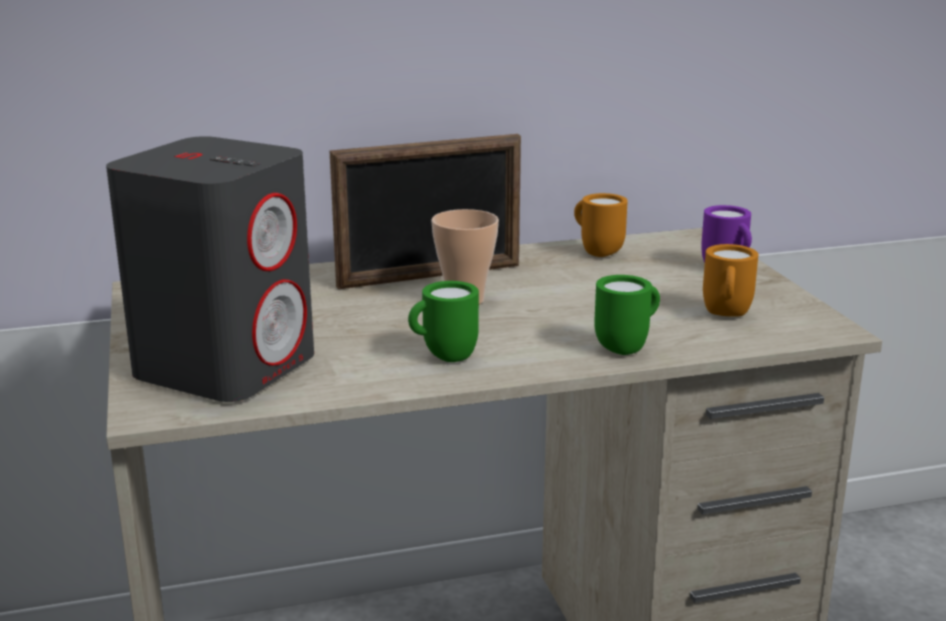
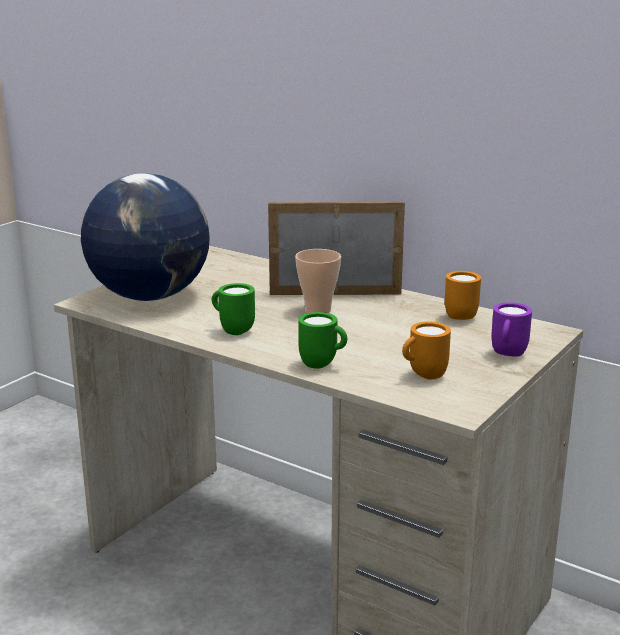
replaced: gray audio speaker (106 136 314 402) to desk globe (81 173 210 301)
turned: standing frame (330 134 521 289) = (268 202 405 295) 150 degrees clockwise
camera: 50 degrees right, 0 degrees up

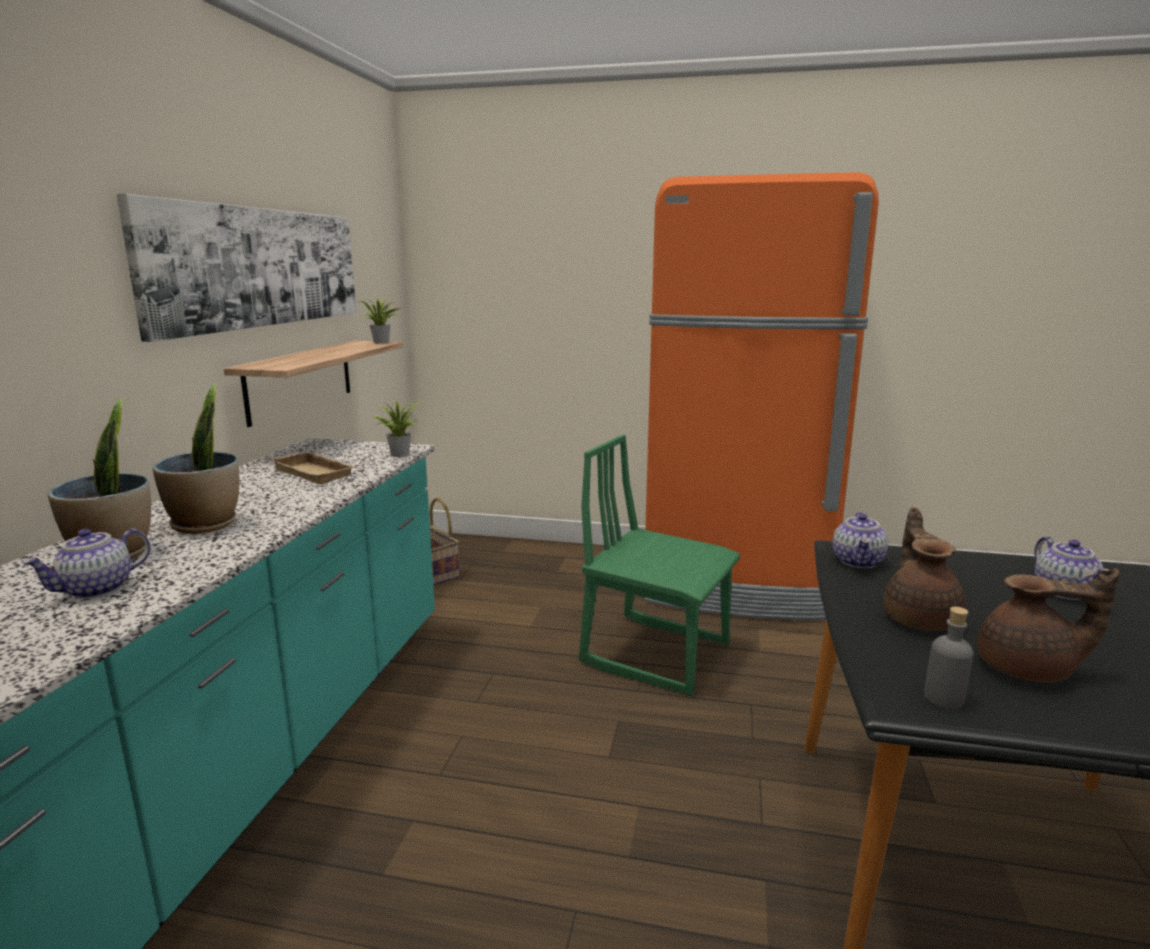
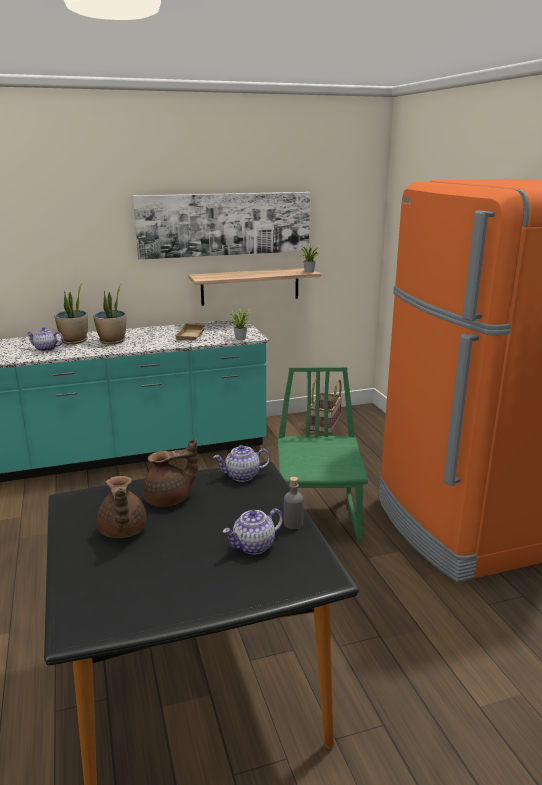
moved: gray drink bottle (924 607 973 709) to (284 477 304 529)
camera: 60 degrees right, 5 degrees up

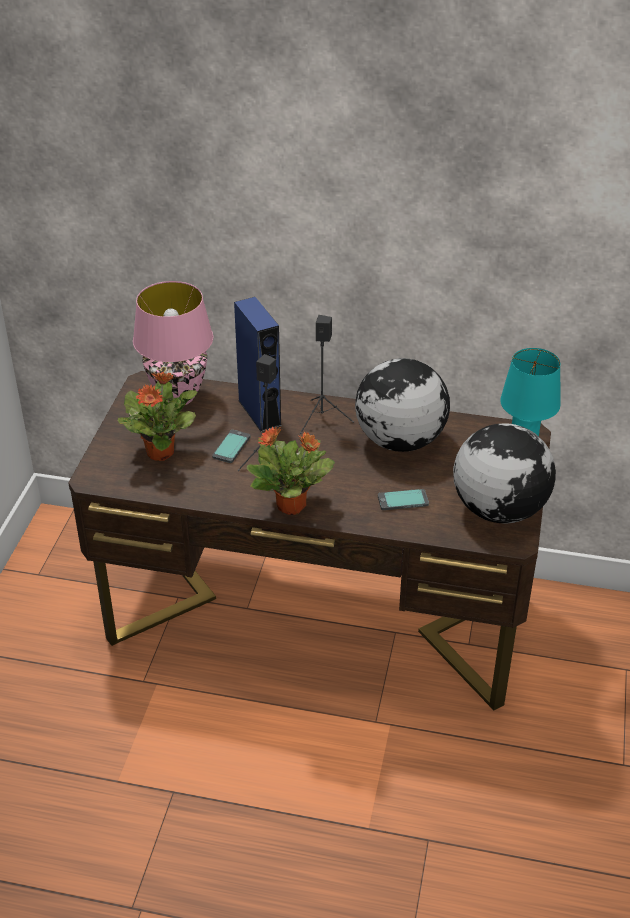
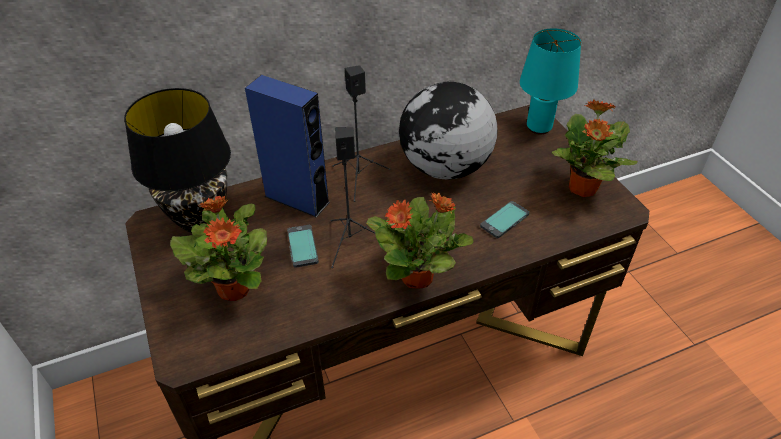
replaced: desk globe (453 423 556 524) to houseplant (551 100 638 197)
recoloured: pink tabletop lamp (133 281 213 405) to blackish tabletop lamp (124 88 231 233)
camera: 35 degrees left, 5 degrees up

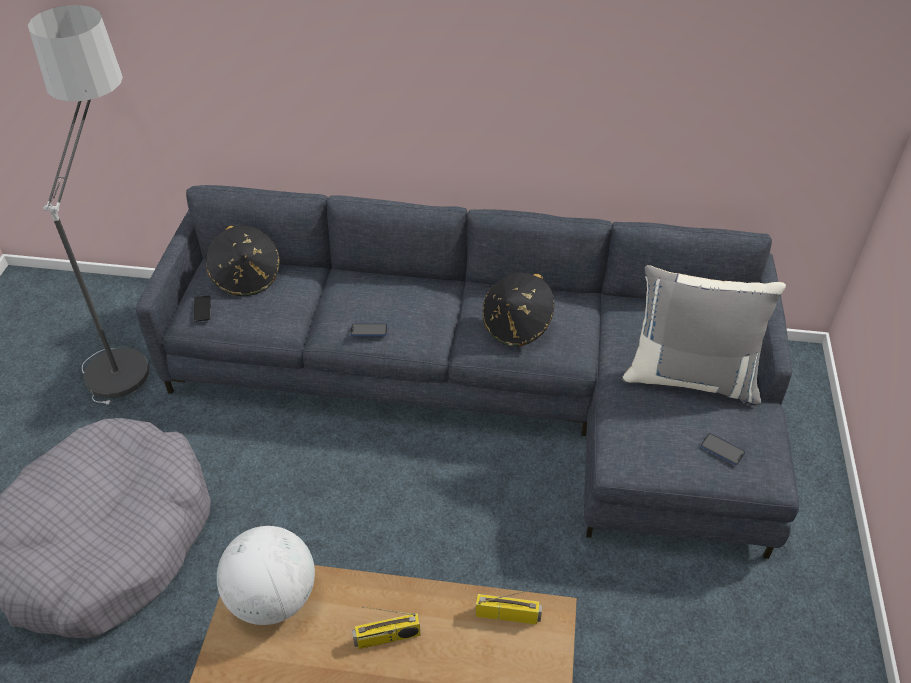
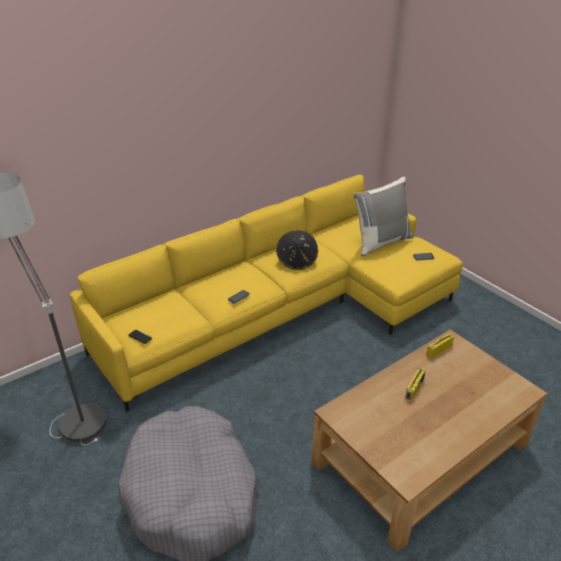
removed: blackish wearable hat (206 225 280 296); desk globe (217 526 315 625)
recoloured: gray sofa (136 185 799 559) to yellow sofa (70 174 463 412)
camera: 45 degrees left, 10 degrees down

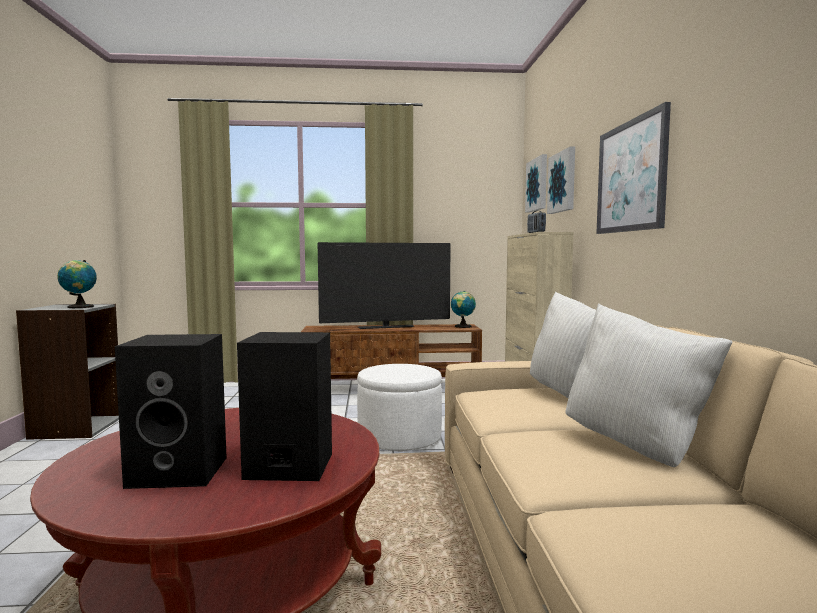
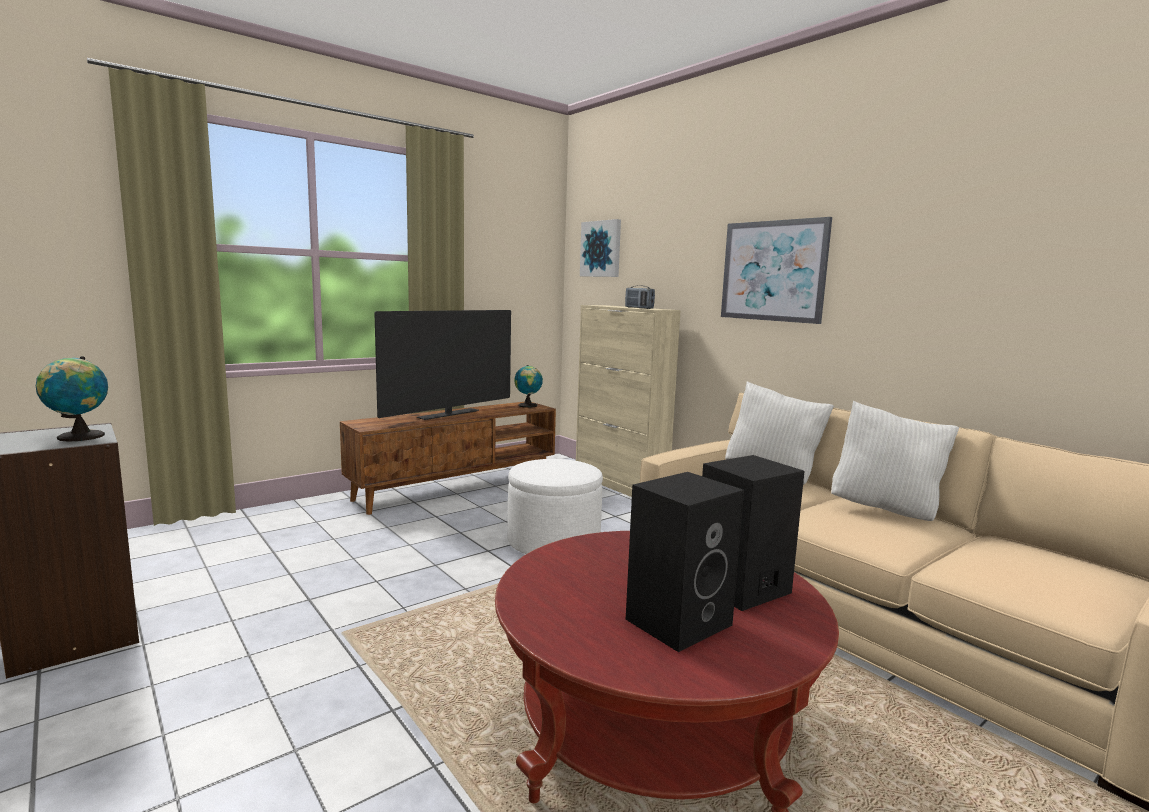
removed: wall picture (547 146 575 214)
camera: 35 degrees left, 5 degrees up

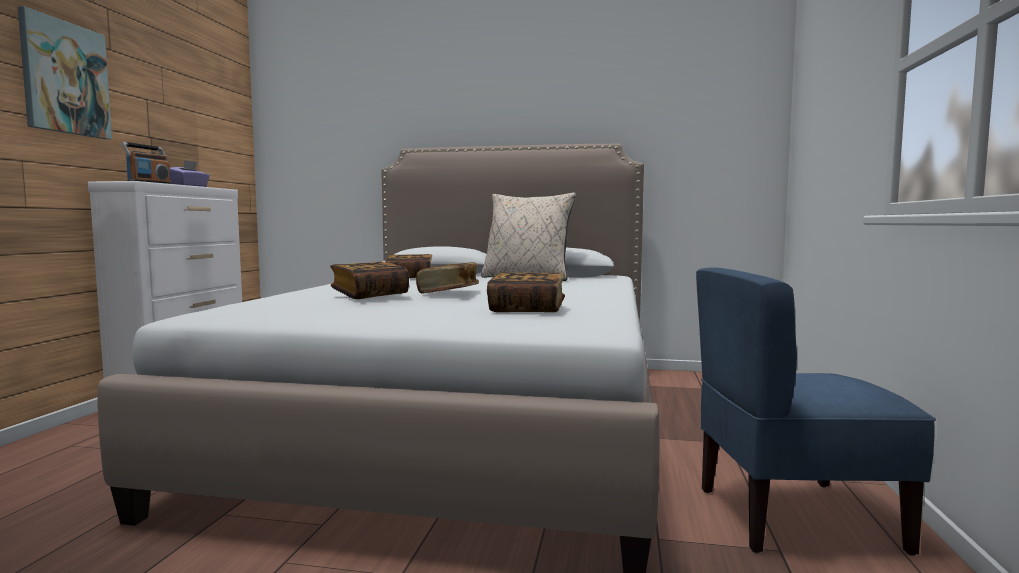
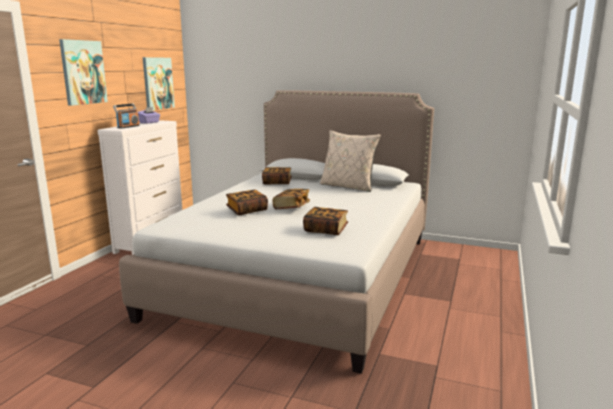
removed: blue-coloured upright chair (696 268 936 556)
added: wall picture (143 57 175 111)
camera: 10 degrees right, 10 degrees up

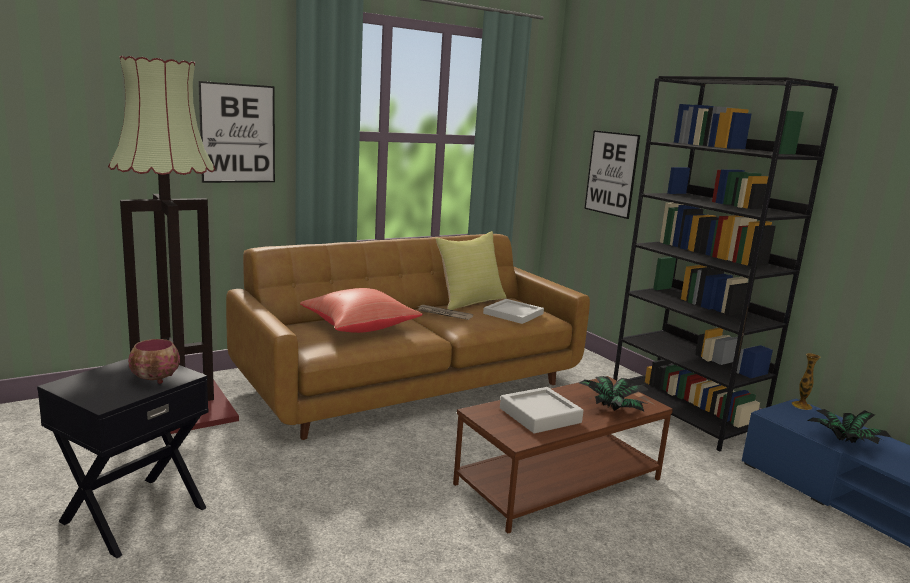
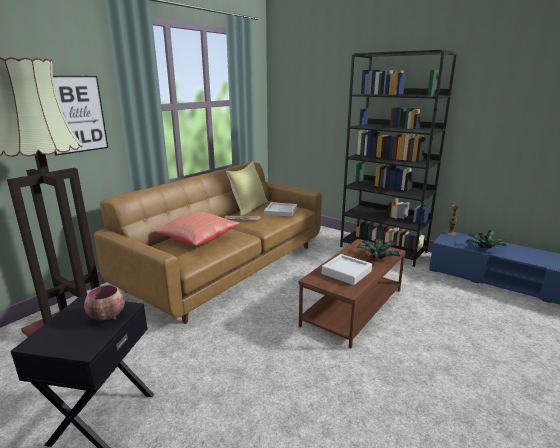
removed: wall picture (584 130 640 219)
camera: 20 degrees left, 5 degrees up

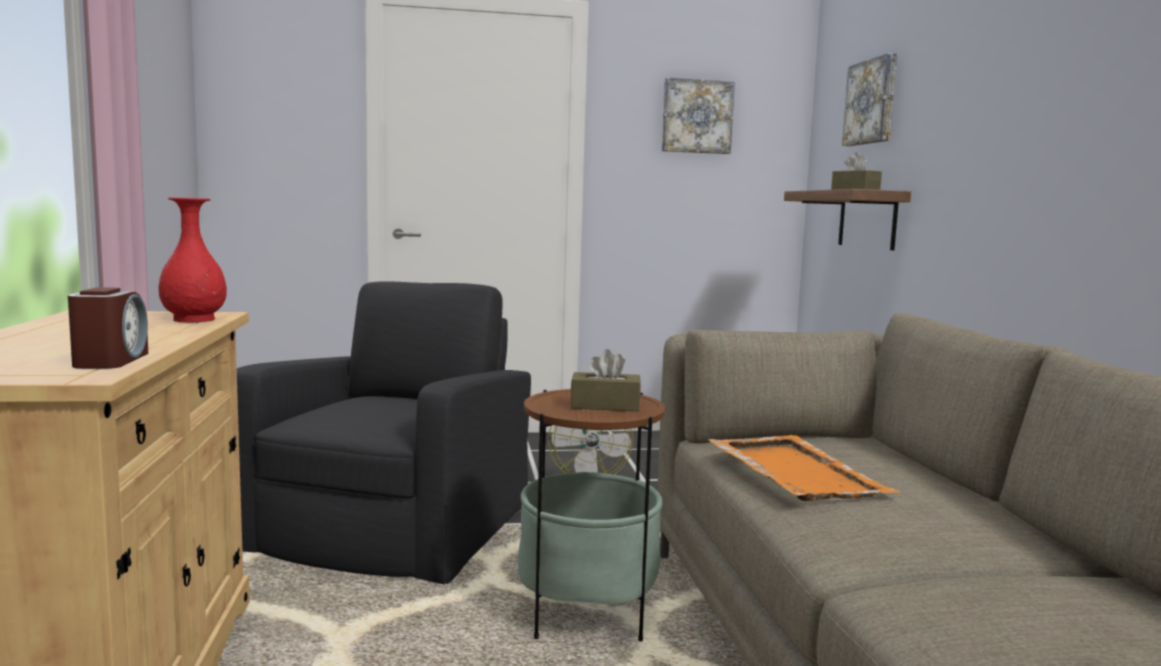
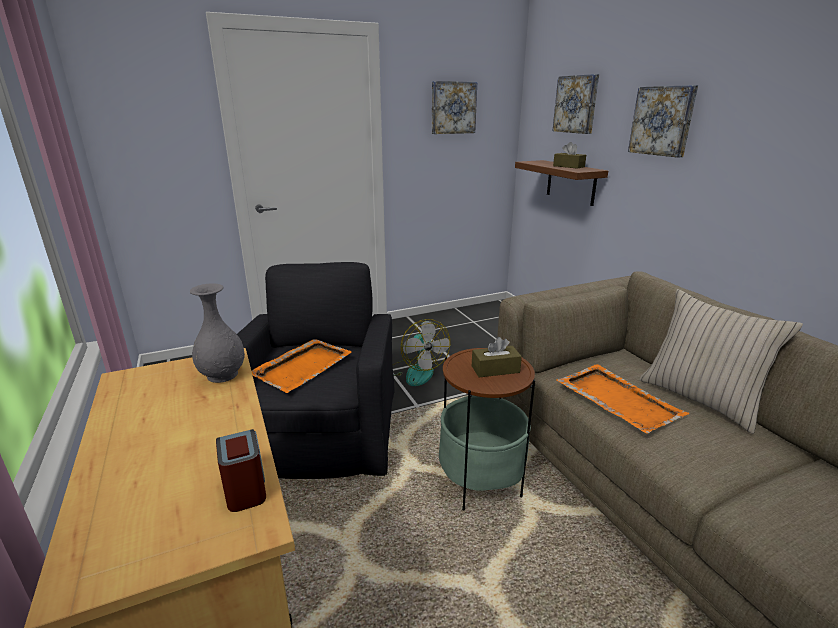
added: orange-coloured tray (252 339 352 393); wall picture (628 85 698 158); beige-coloured cushion (639 289 803 434)
recoloured: red vase (158 197 227 323) to gray vase (190 283 245 383)
camera: 15 degrees left, 15 degrees up

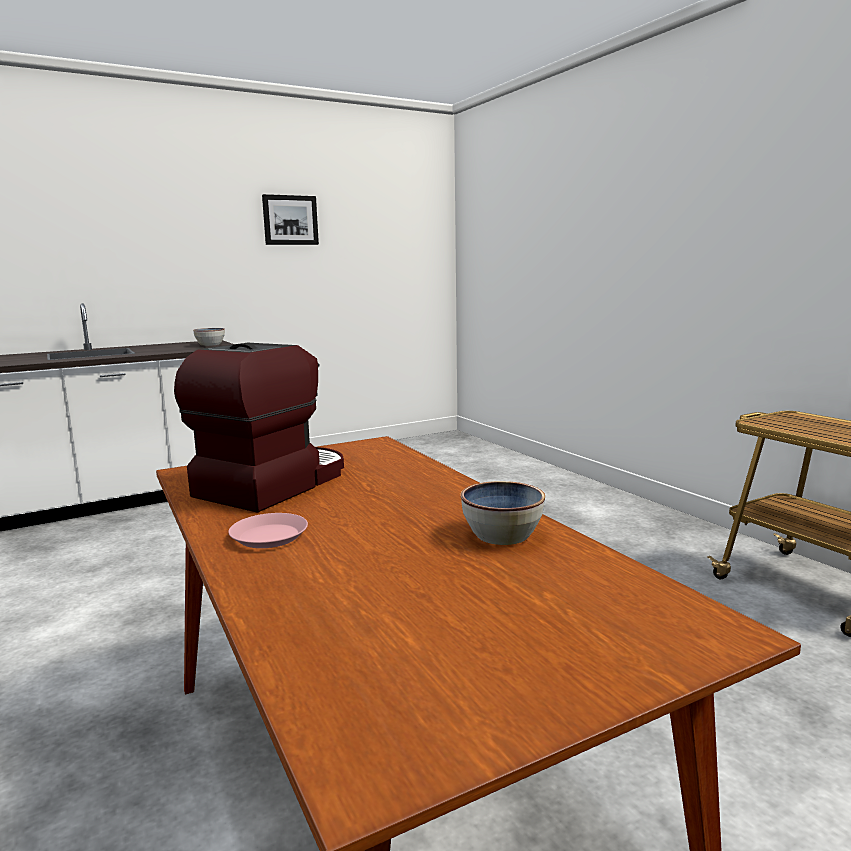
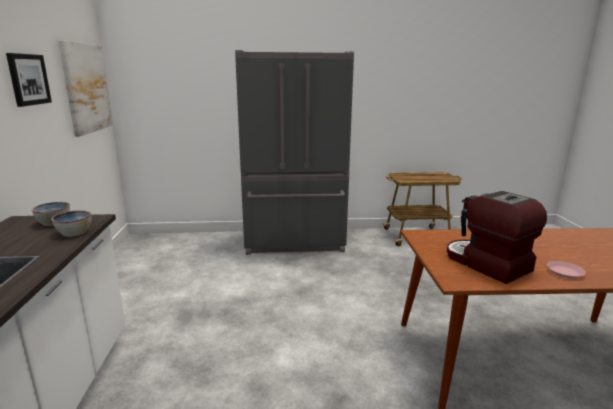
added: wall picture (58 40 113 137); gray refrigerator (235 50 354 255)
moved: serving bowl (461 481 545 545) to (51 210 91 237)
camera: 65 degrees left, 5 degrees up

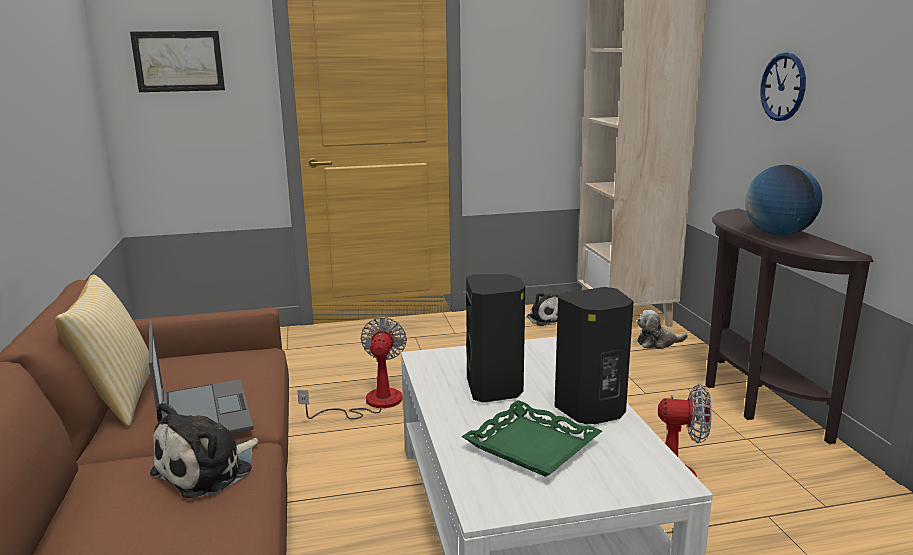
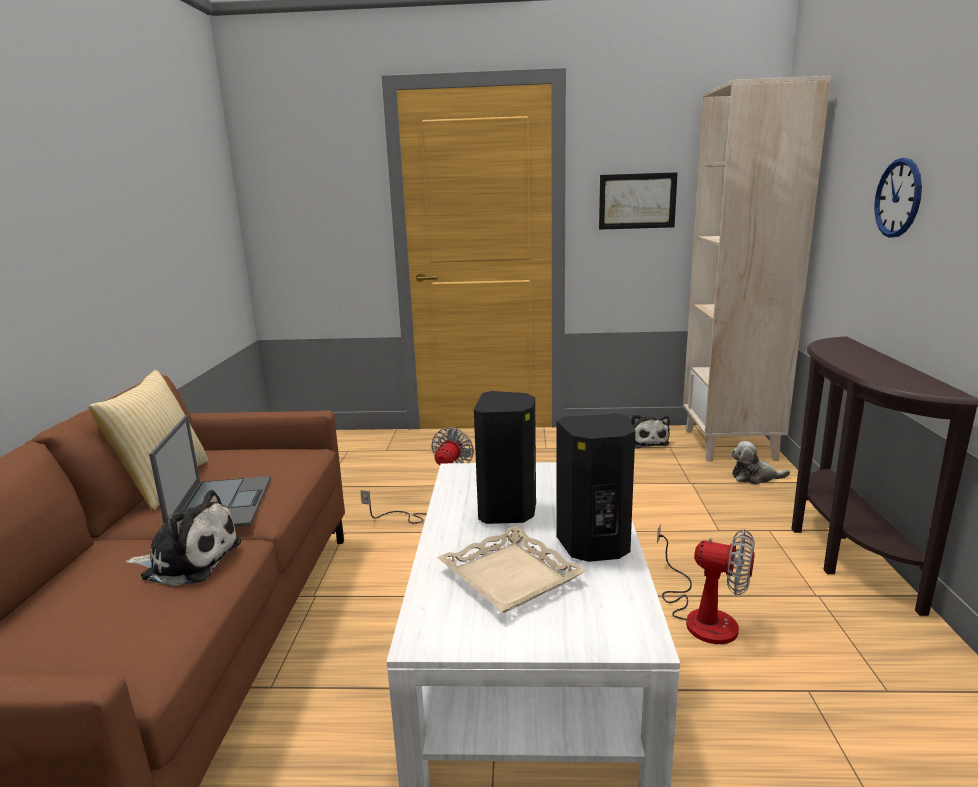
removed: desk globe (745 165 822 236)
moved: wall picture (130 31 225 92) to (599 172 678 230)
recoloured: green-coloured tray (461 400 602 477) to beige-coloured tray (437 526 586 613)
turned: soft toy (150 402 259 498) = (125 490 241 586) 135 degrees counterclockwise
camera: 15 degrees right, 0 degrees up

